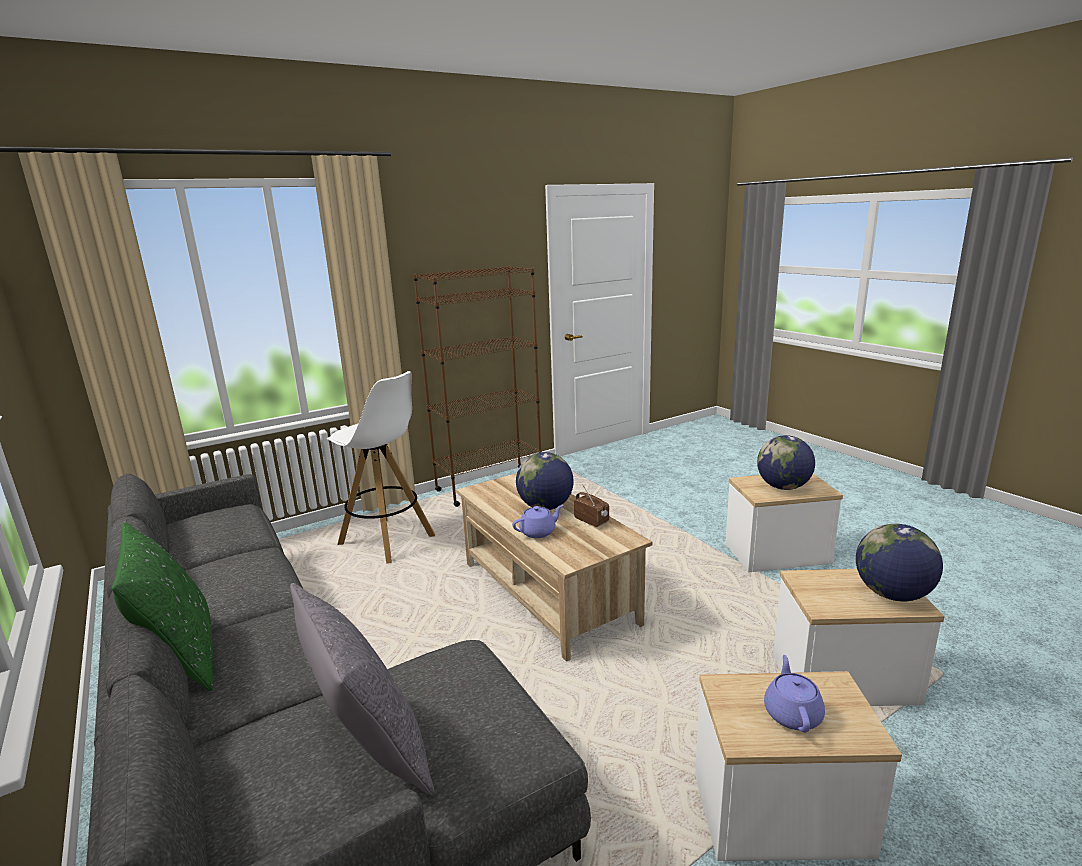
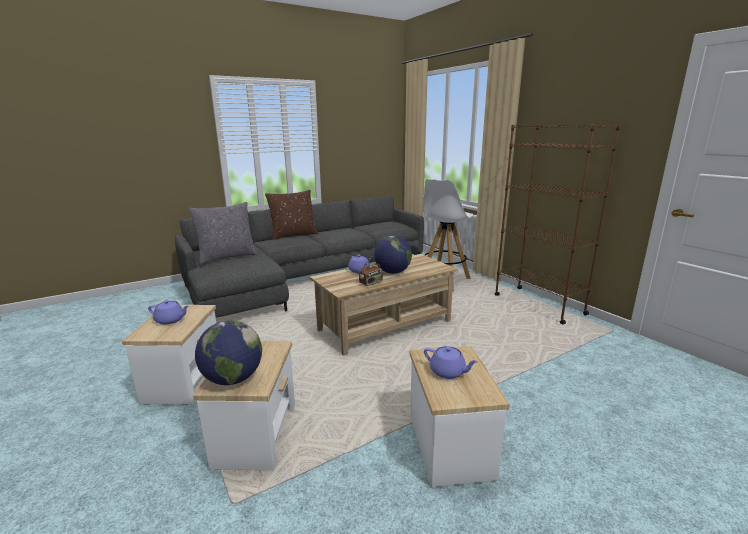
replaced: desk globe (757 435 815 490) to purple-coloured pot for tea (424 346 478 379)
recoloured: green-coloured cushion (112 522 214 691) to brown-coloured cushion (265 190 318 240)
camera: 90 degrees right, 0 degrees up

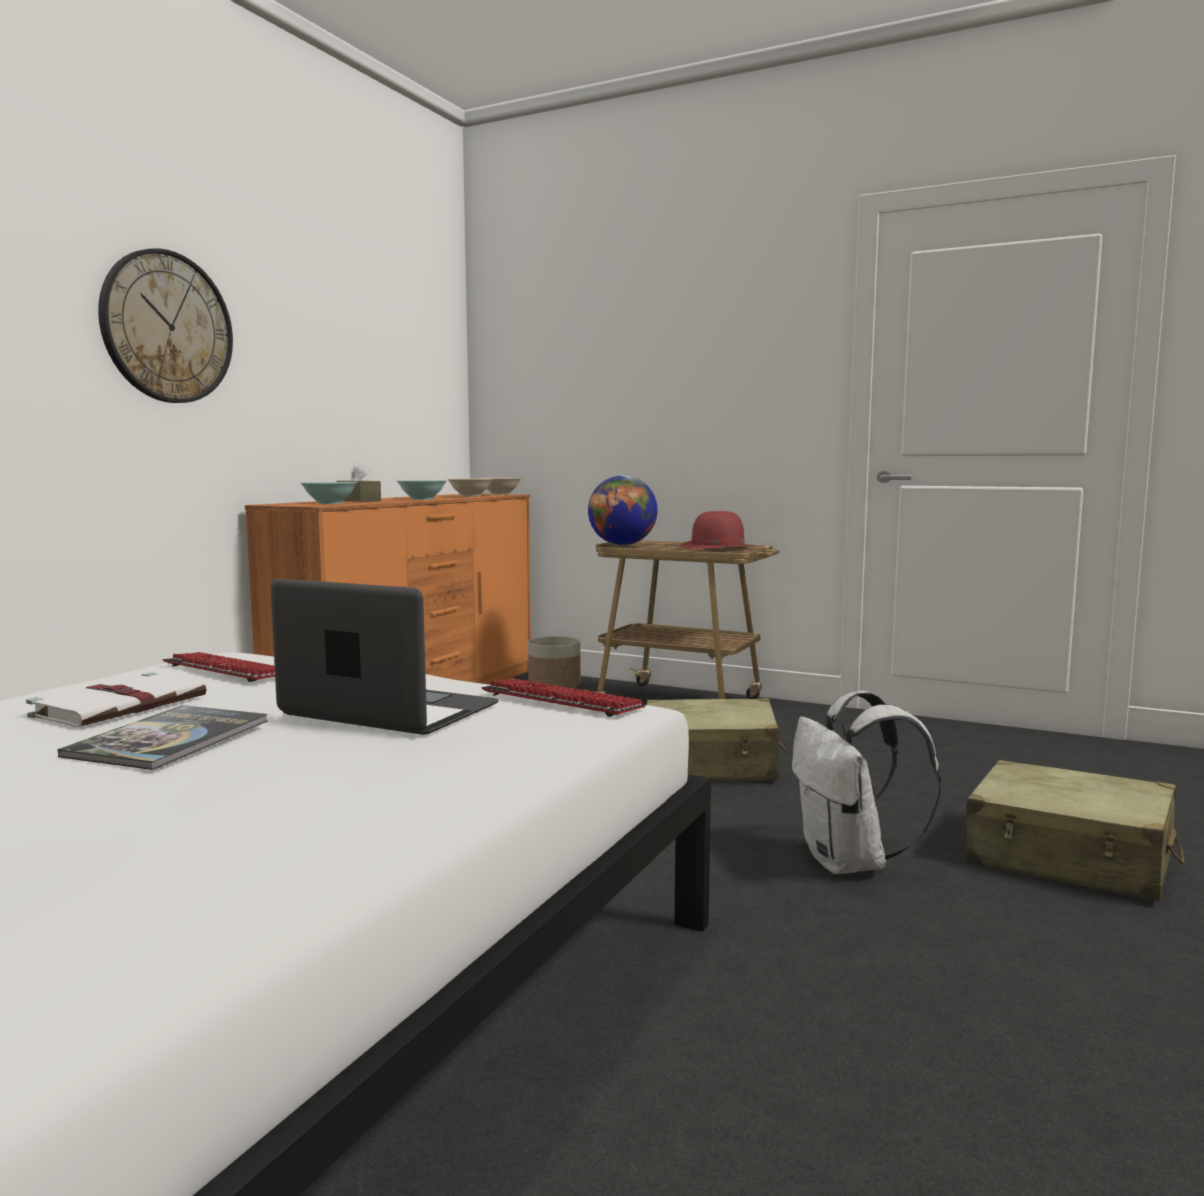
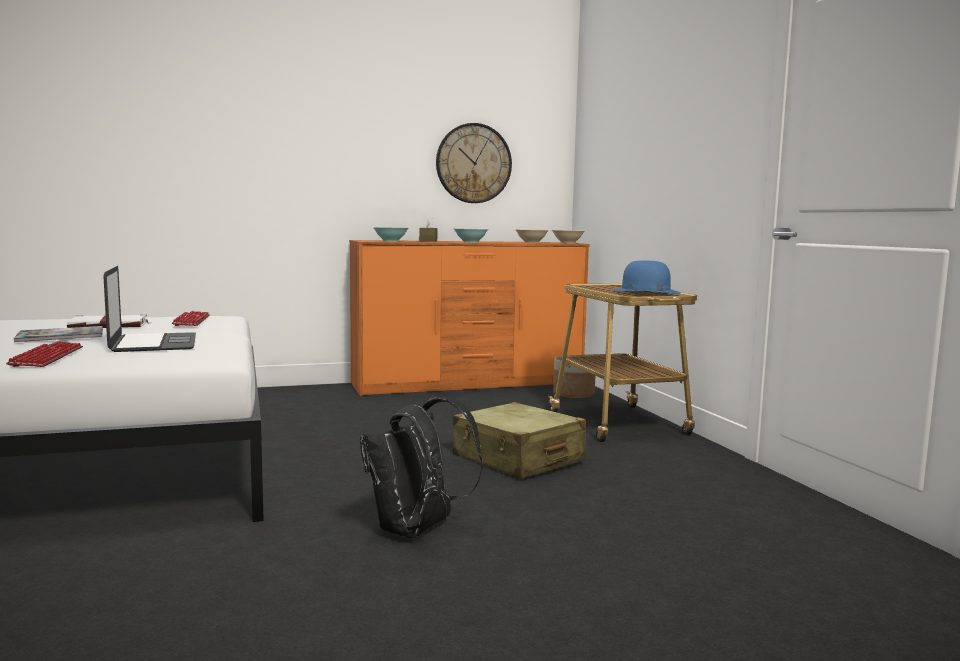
removed: desk globe (588 475 658 545); beige-coloured piece of luggage (966 760 1184 902)
moved: clock on the wall (98 248 233 403) to (436 123 512 203); PC keyboard (481 678 646 717) to (6 341 83 367)
recoloured: red wearable hat (680 511 754 549) to blue-coloured wearable hat (612 260 681 294); whitish knapsack (792 691 941 874) to blackish knapsack (360 397 483 538)
camera: 45 degrees right, 0 degrees up

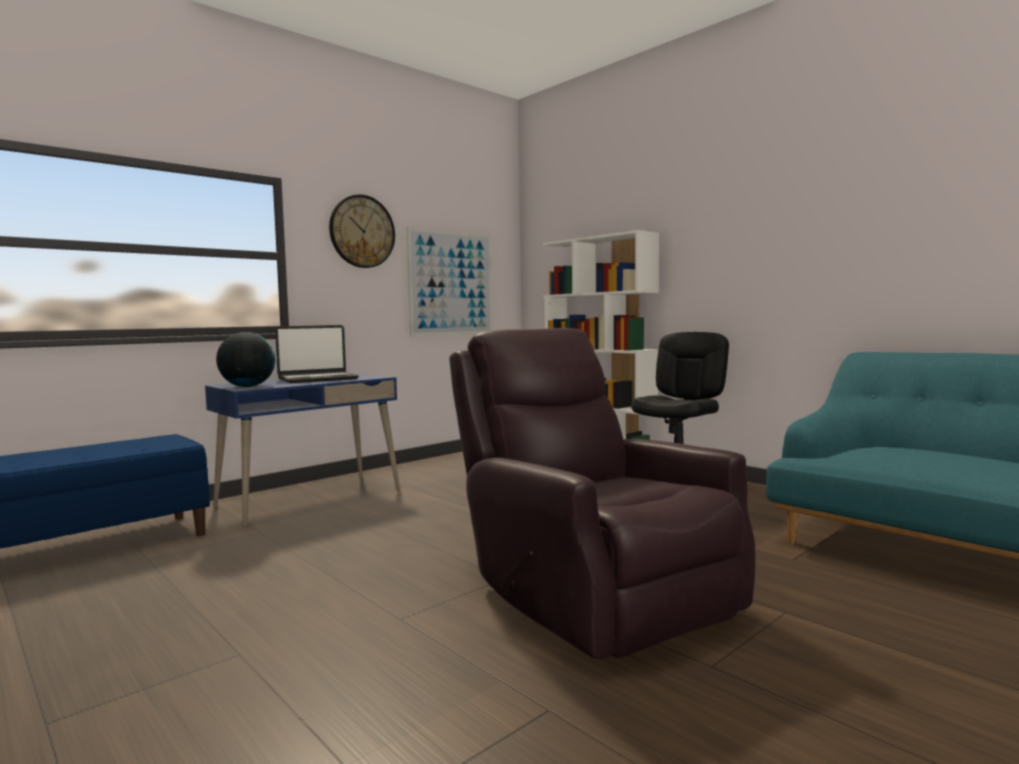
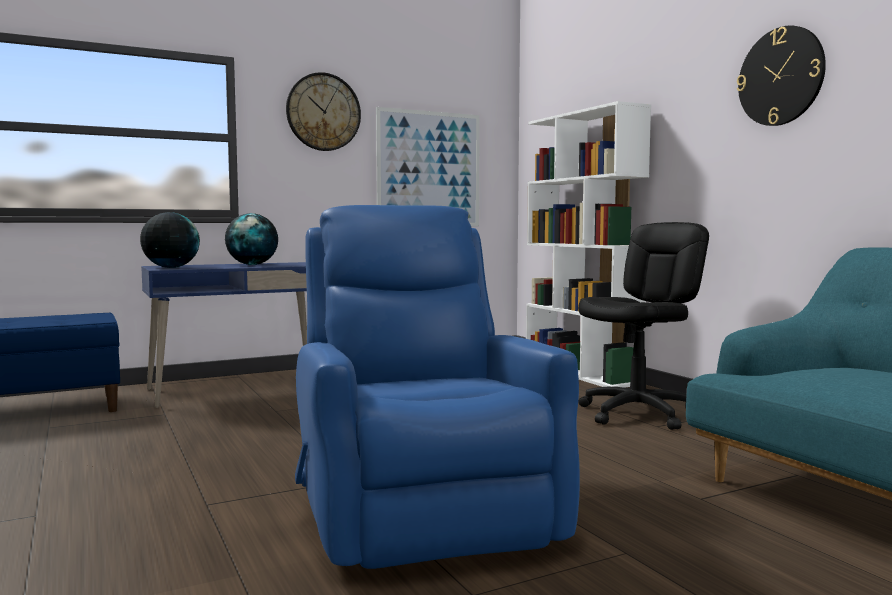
added: clock on the wall (737 25 826 126)
replaced: portable computer (275 325 359 383) to desk globe (225 213 278 265)
recoloured: brown-coloured easy chair (449 328 756 659) to blue-coloured easy chair (295 205 580 569)
camera: 15 degrees right, 0 degrees up

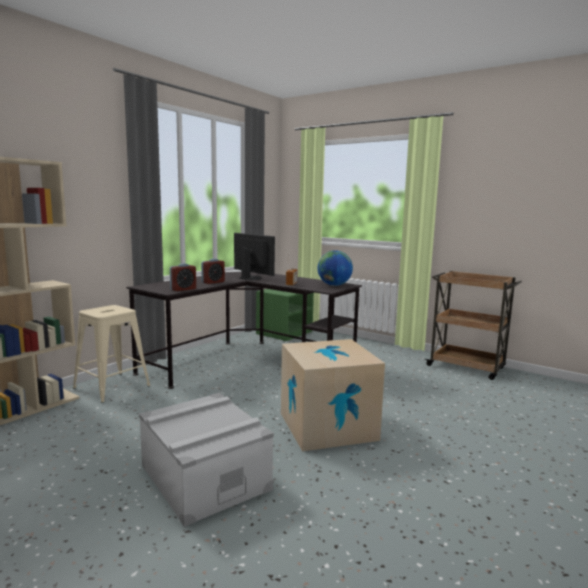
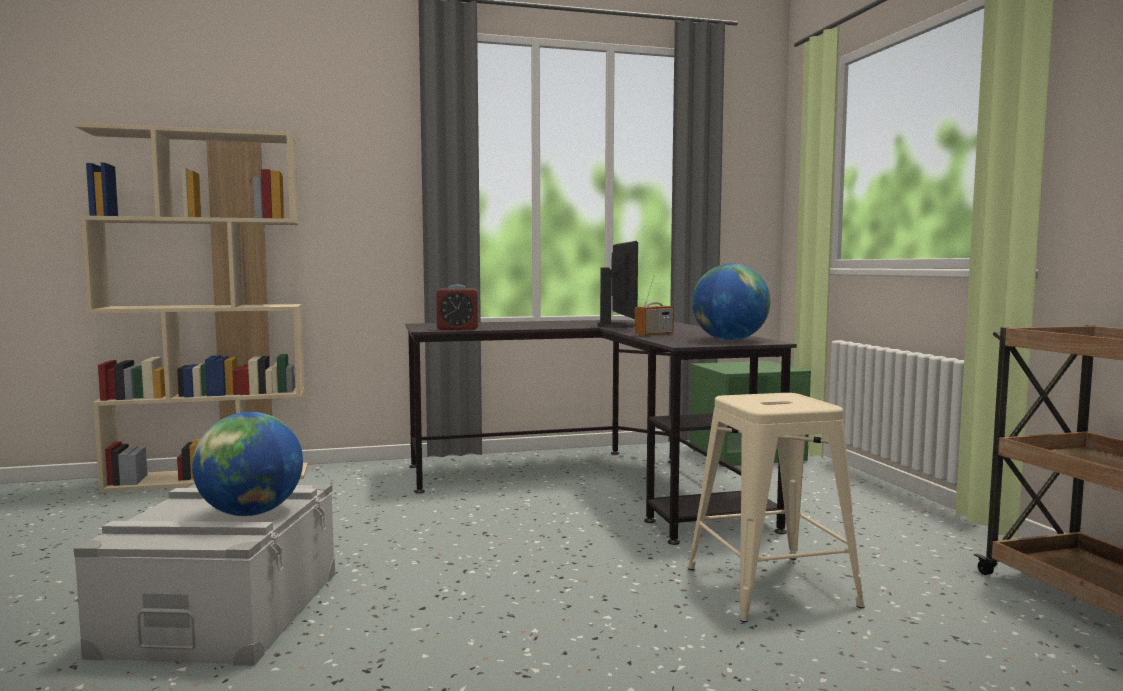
removed: bedside clock (201 259 225 284); cardboard box (281 339 385 451)
added: desk globe (192 412 303 516)
moved: beige-coloured sitting stool (73 305 150 403) to (688 393 865 622)
camera: 40 degrees right, 5 degrees down

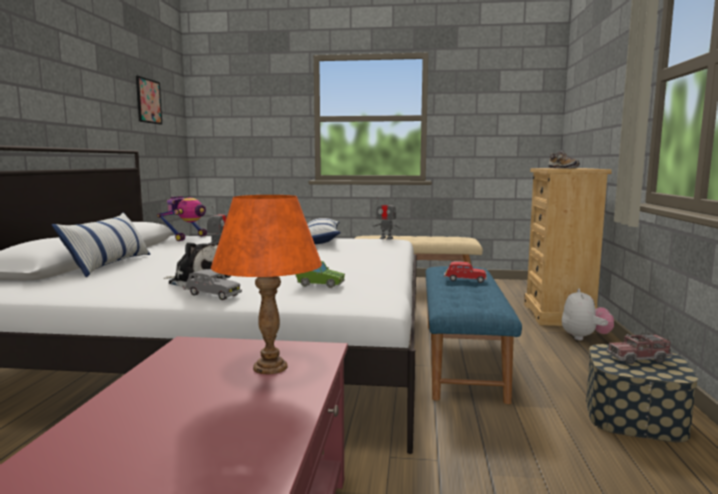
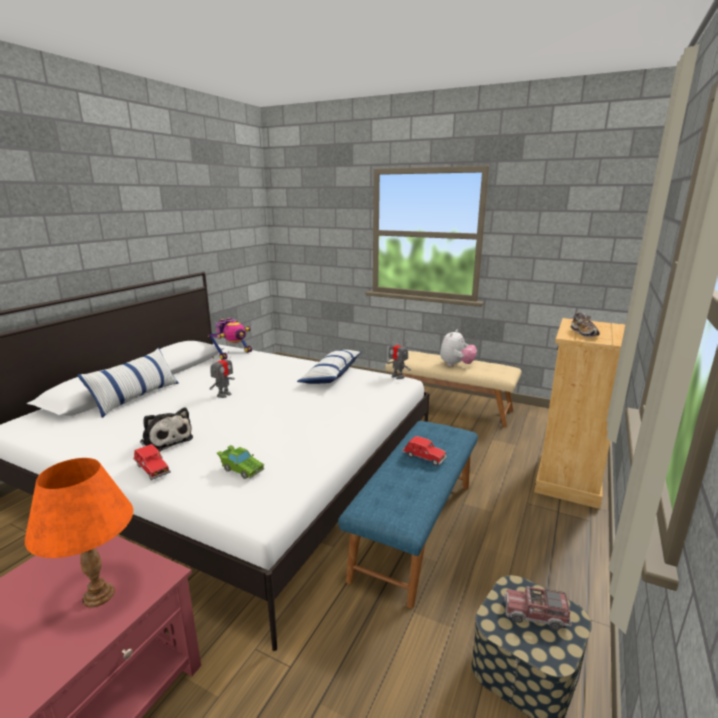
removed: wall picture (136 76 162 125)
moved: soft toy (562 289 614 340) to (440 330 477 366)
recoloured: gray miniature car (183 269 242 300) to red miniature car (133 444 171 480)
camera: 20 degrees right, 10 degrees up

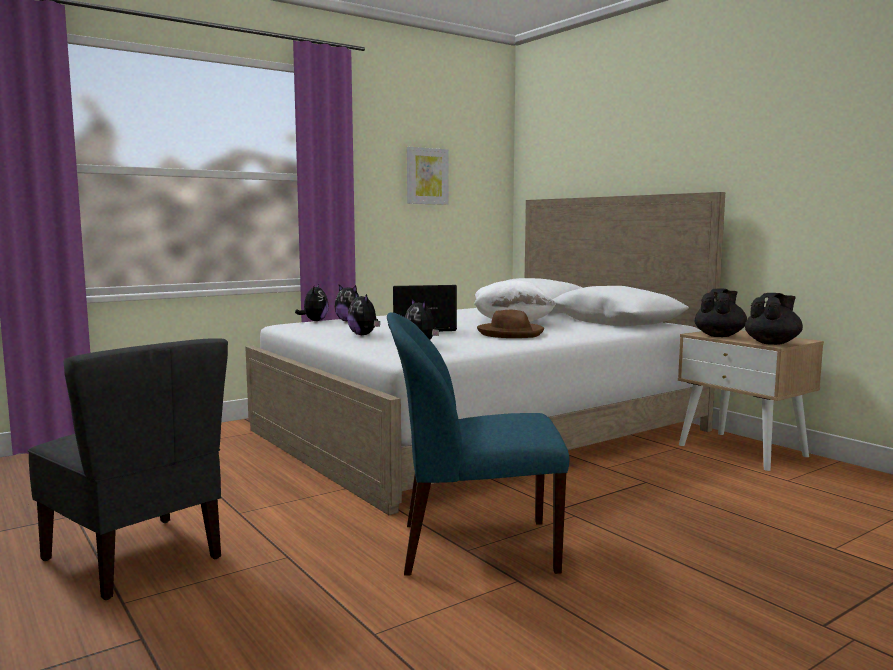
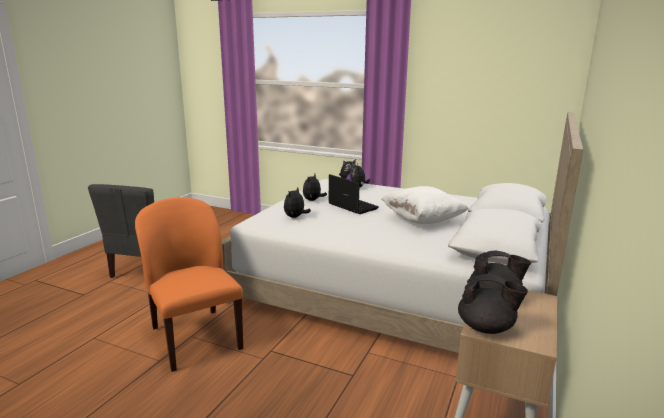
removed: wall picture (407 147 449 205); brown-coloured wearable hat (477 310 544 338)
recoloured: blue-coloured upright chair (387 312 570 576) to orange-coloured upright chair (135 197 243 372)
camera: 60 degrees right, 10 degrees up

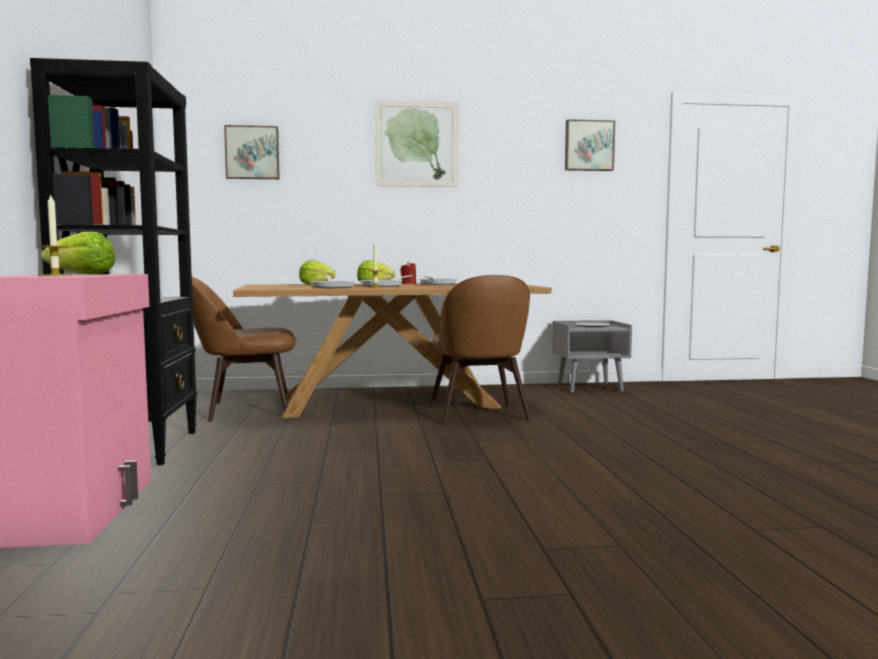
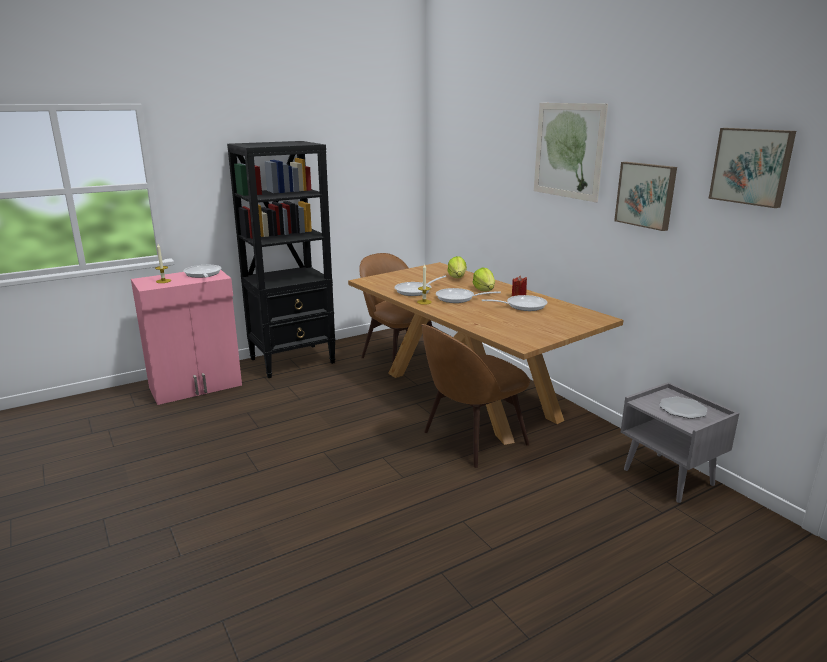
moved: wall picture (224 125 280 179) to (614 162 677 231)
replaced: head of lettuce (41 232 115 274) to skillet (183 265 221 278)
camera: 65 degrees right, 15 degrees up

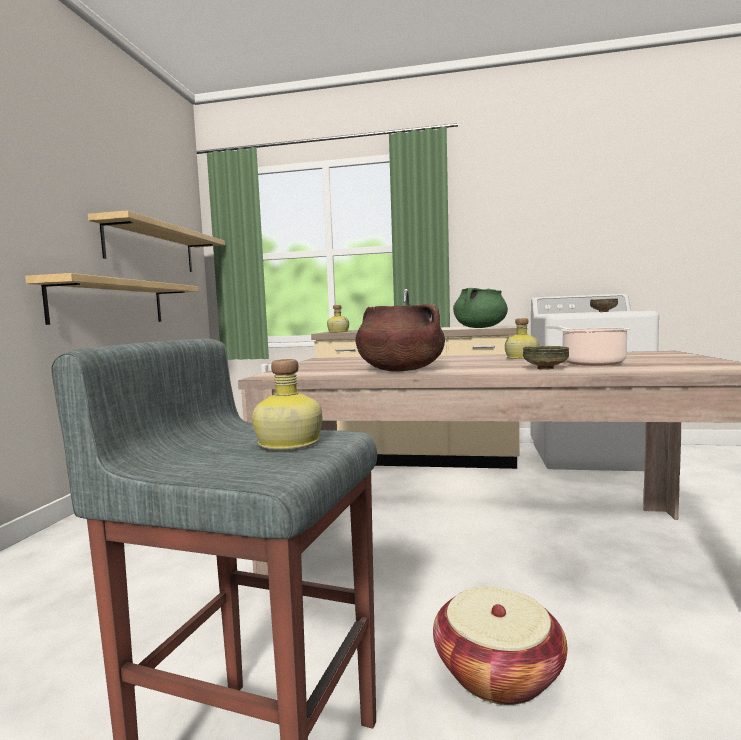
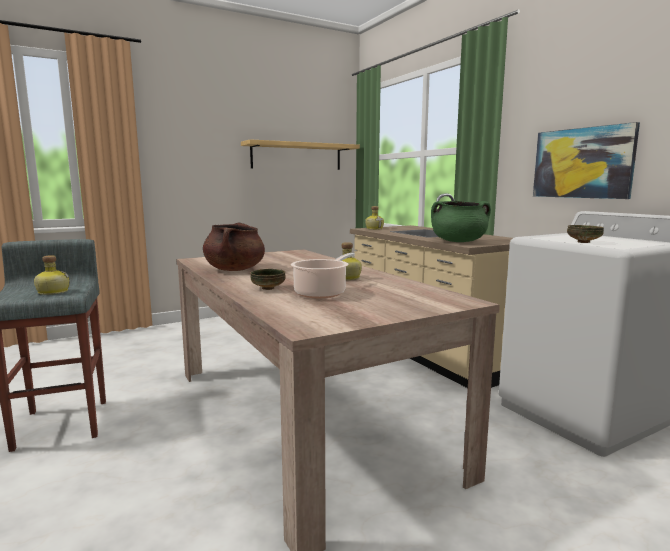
removed: bracket shelf (25 273 198 325); basket (433 586 567 705)
added: wall picture (533 122 640 199)
camera: 50 degrees right, 5 degrees up

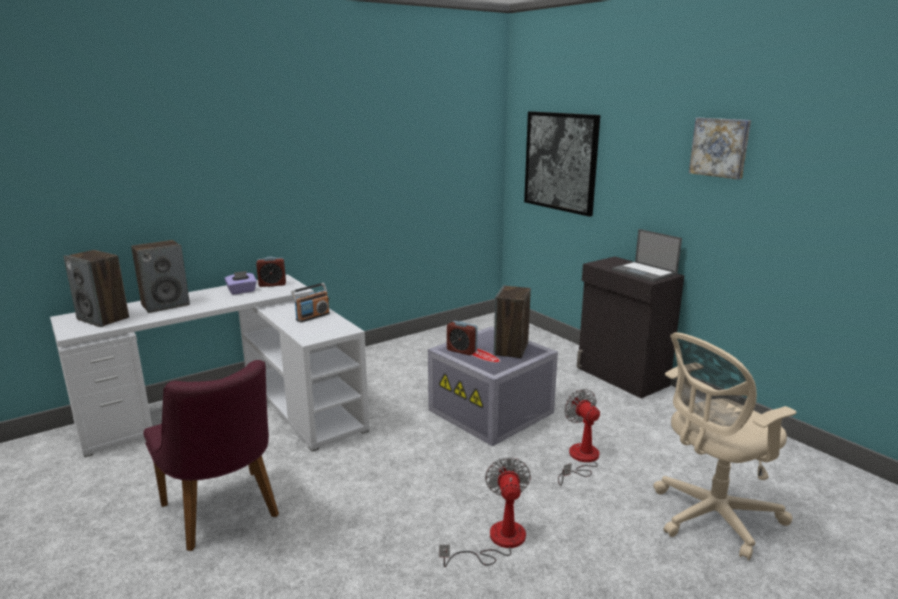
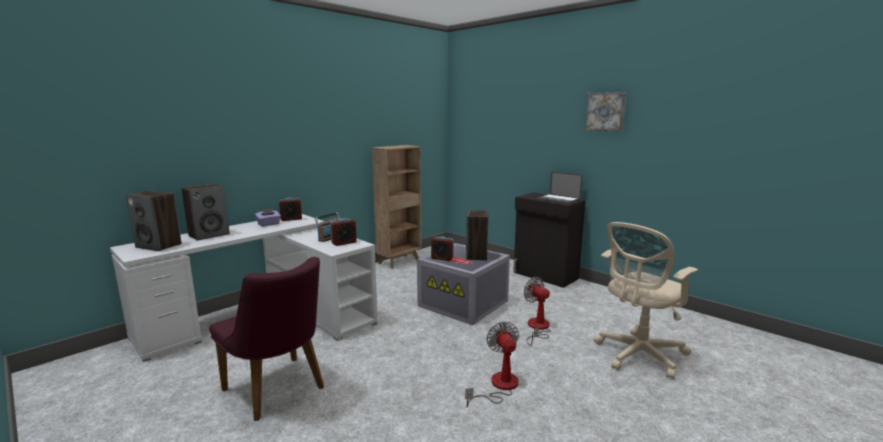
removed: wall picture (524 111 600 217)
added: bedside clock (330 218 357 246); brown-coloured shelving unit (372 145 422 269)
camera: 10 degrees left, 5 degrees down

